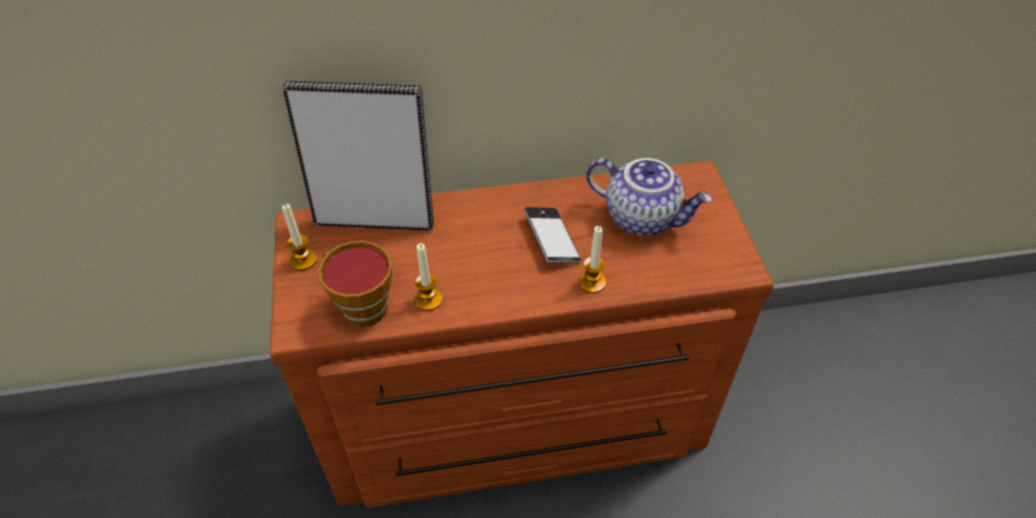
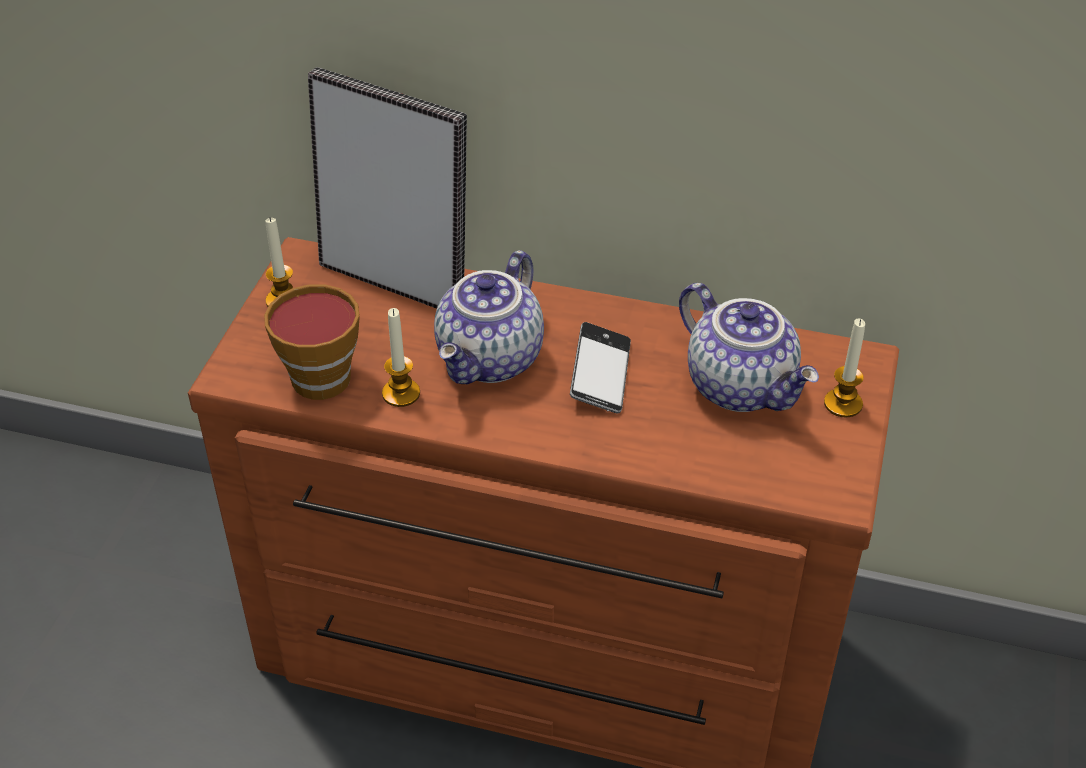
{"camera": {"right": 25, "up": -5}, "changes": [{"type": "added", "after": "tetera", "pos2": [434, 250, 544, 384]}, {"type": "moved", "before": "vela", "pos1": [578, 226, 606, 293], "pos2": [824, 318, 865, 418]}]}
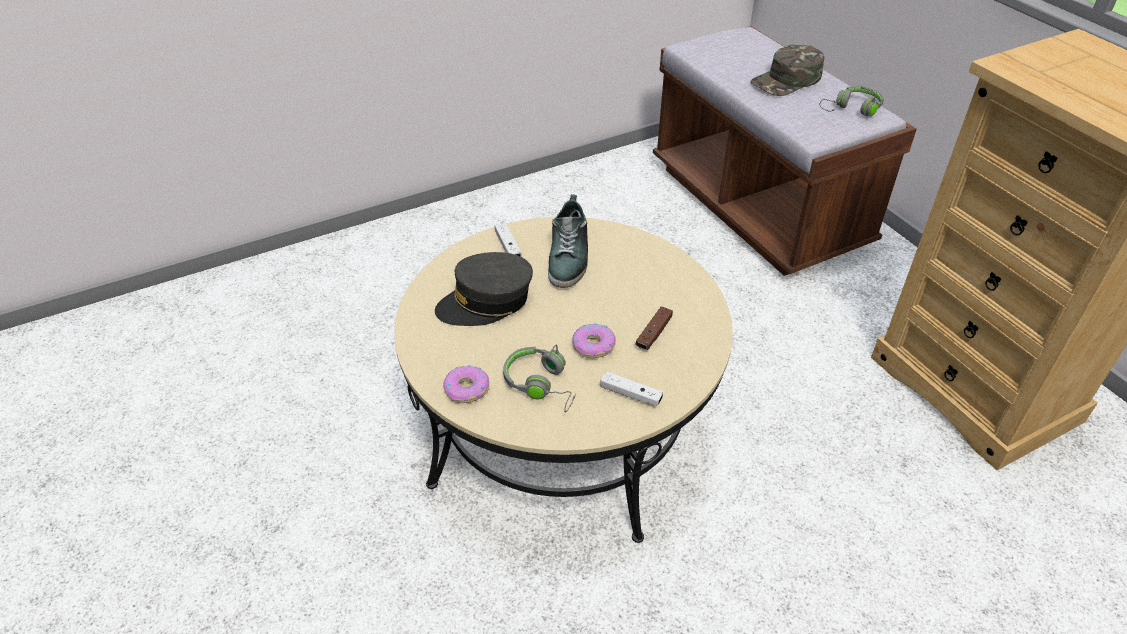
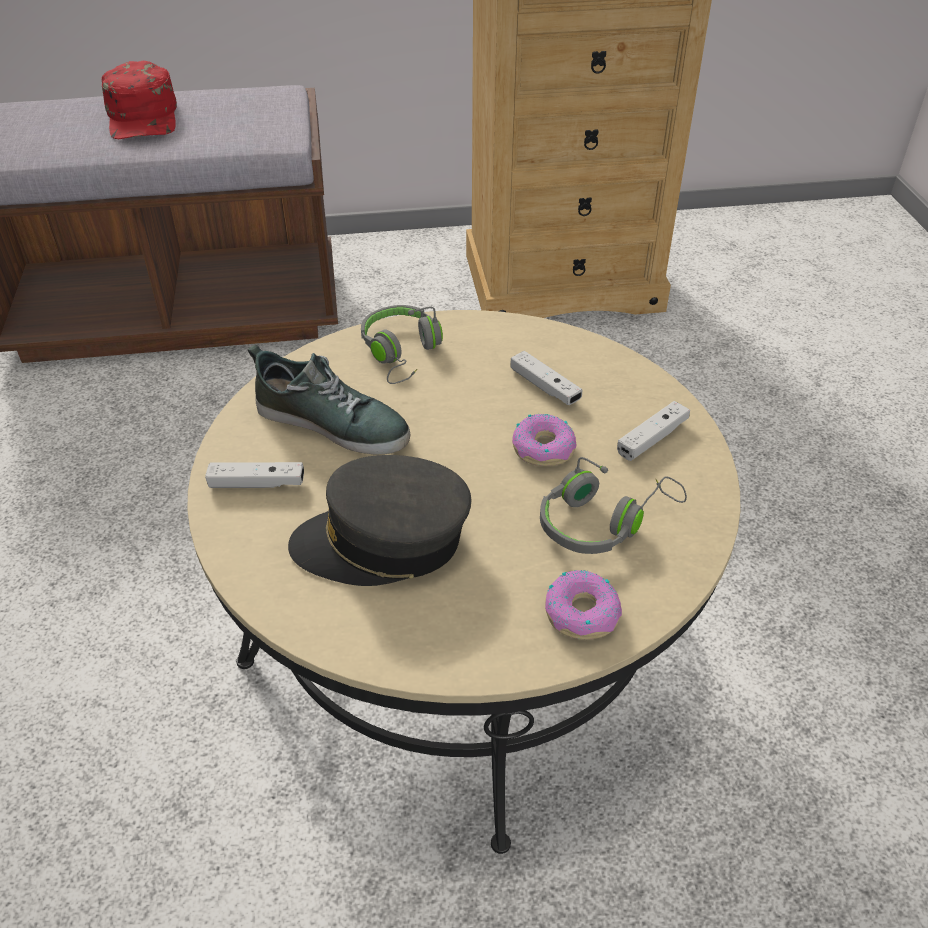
{"camera": {"right": -70, "up": 0}, "changes": [{"type": "recoloured", "before": "gorra (verde)", "after": "gorra (rojo)", "pos1": [750, 44, 824, 96], "pos2": [101, 61, 177, 139]}, {"type": "turned", "before": "gorra (gris)", "pos1": [435, 252, 533, 326], "pos2": [288, 455, 472, 586], "turn": 90}, {"type": "moved", "before": "auriculares (gris)", "pos1": [820, 86, 884, 116], "pos2": [361, 305, 443, 384]}, {"type": "recoloured", "before": "mando de consola (marrón)", "after": "mando de consola (blanco)", "pos1": [635, 306, 673, 350], "pos2": [511, 351, 583, 405]}]}
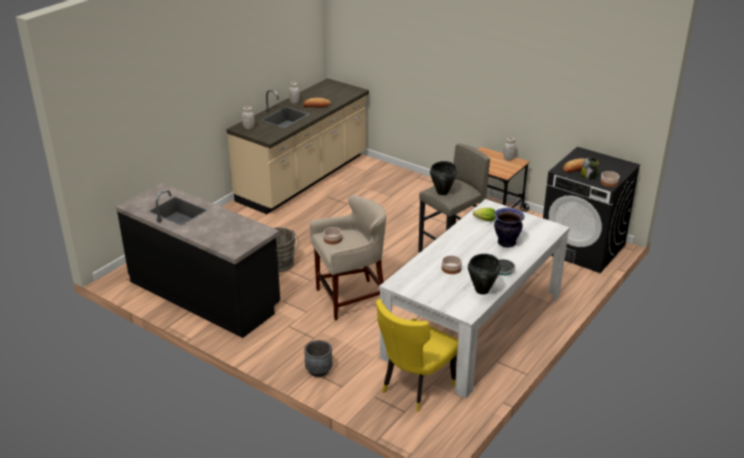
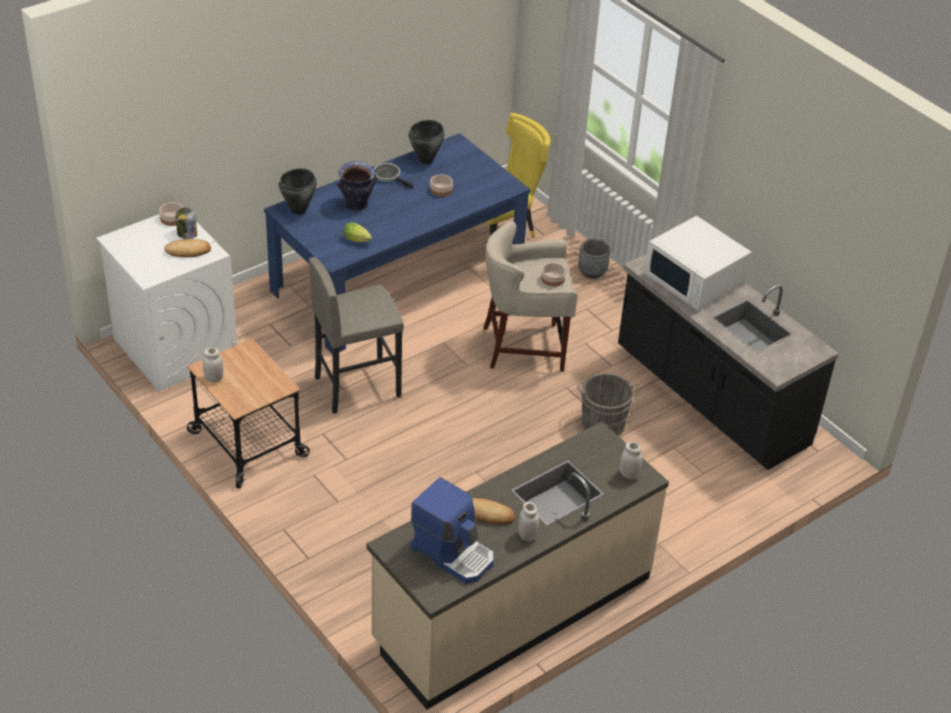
{"camera": {"right": -165, "up": 10}, "changes": [{"type": "recoloured", "before": "lavadora (negro)", "after": "lavadora (blanco)", "pos1": [543, 147, 640, 273], "pos2": [96, 214, 237, 391]}, {"type": "recoloured", "before": "mesa de comedor (blanco)", "after": "mesa de comedor (azul)", "pos1": [379, 199, 570, 398], "pos2": [264, 133, 530, 353]}, {"type": "moved", "before": "olla (negro)", "pos1": [430, 161, 457, 195], "pos2": [279, 168, 317, 215]}, {"type": "added", "after": "cafetera", "pos2": [411, 477, 494, 584]}, {"type": "added", "after": "microondas (blanco)", "pos2": [644, 216, 751, 311]}]}
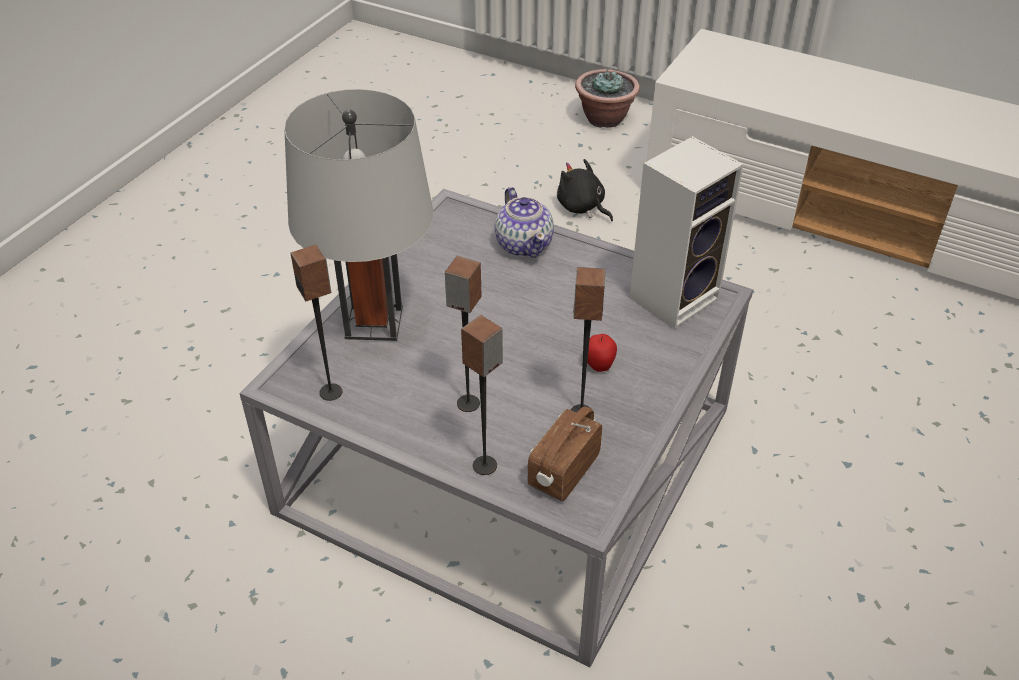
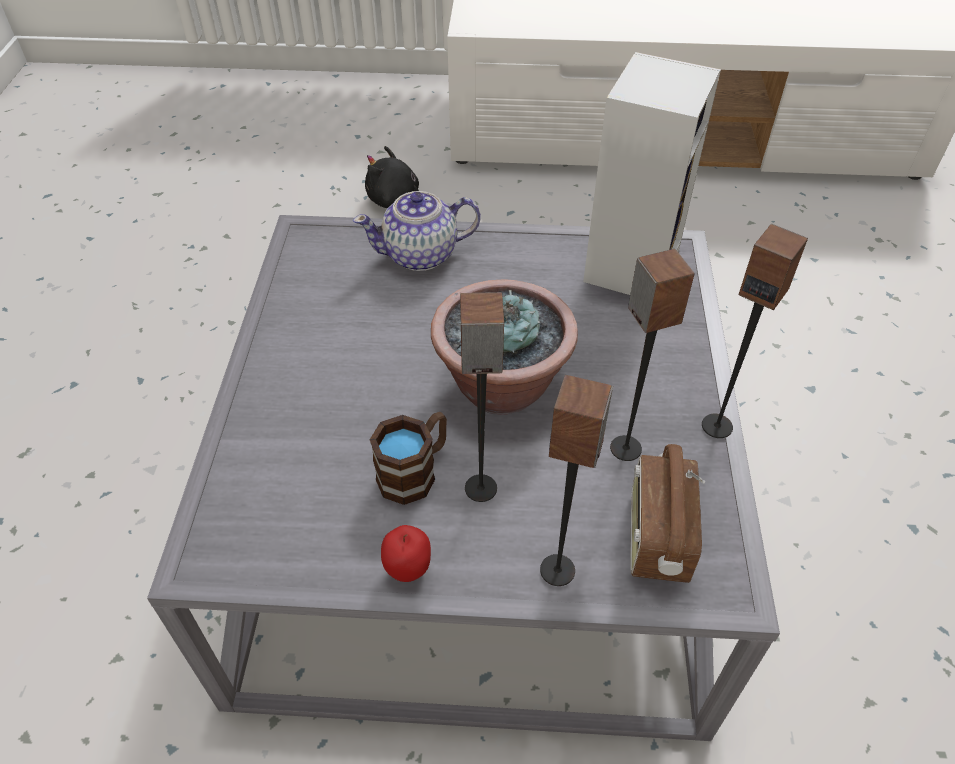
{"camera": {"right": -25, "up": 5}, "changes": [{"type": "turned", "before": "tetera", "pos1": [495, 187, 554, 258], "pos2": [353, 191, 481, 271], "turn": 120}, {"type": "added", "after": "taza grande (marrón)", "pos2": [370, 412, 447, 505]}, {"type": "moved", "before": "manzana", "pos1": [587, 334, 617, 372], "pos2": [381, 525, 431, 582]}, {"type": "moved", "before": "planta en maceta", "pos1": [575, 69, 640, 128], "pos2": [431, 279, 578, 415]}, {"type": "moved", "before": "altavoz", "pos1": [291, 245, 342, 401], "pos2": [702, 224, 808, 438]}, {"type": "removed", "before": "lámpara de mesa (gris)", "pos1": [284, 89, 433, 341]}]}
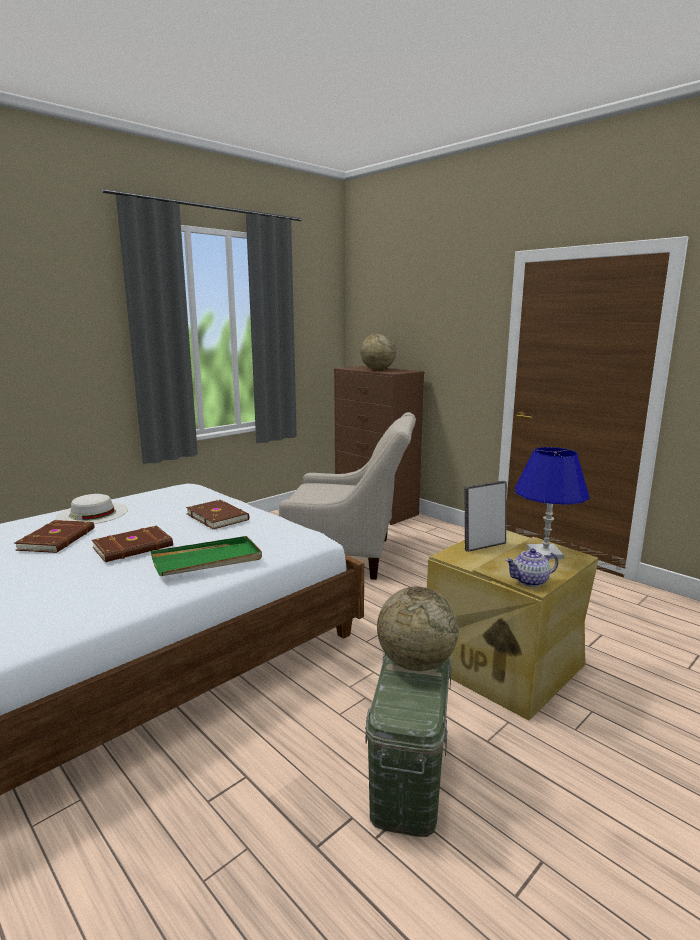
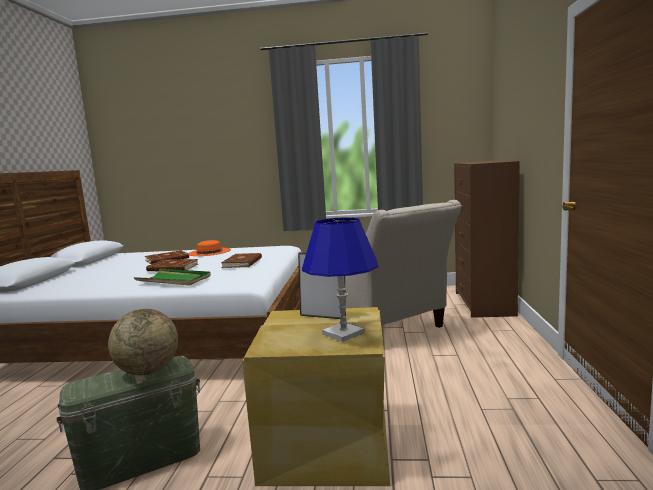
{"camera": {"right": 50, "up": -5}, "changes": [{"type": "recoloured", "before": "sombrero (blanco)", "after": "sombrero (naranja)", "pos1": [56, 494, 128, 524], "pos2": [188, 240, 231, 256]}, {"type": "removed", "before": "globo terráqueo", "pos1": [360, 333, 396, 370]}, {"type": "removed", "before": "tetera", "pos1": [505, 548, 558, 587]}]}
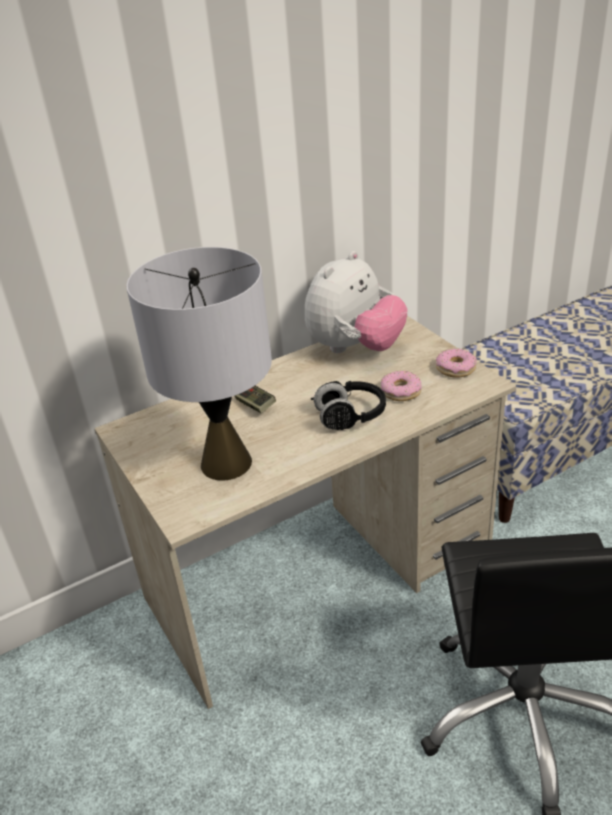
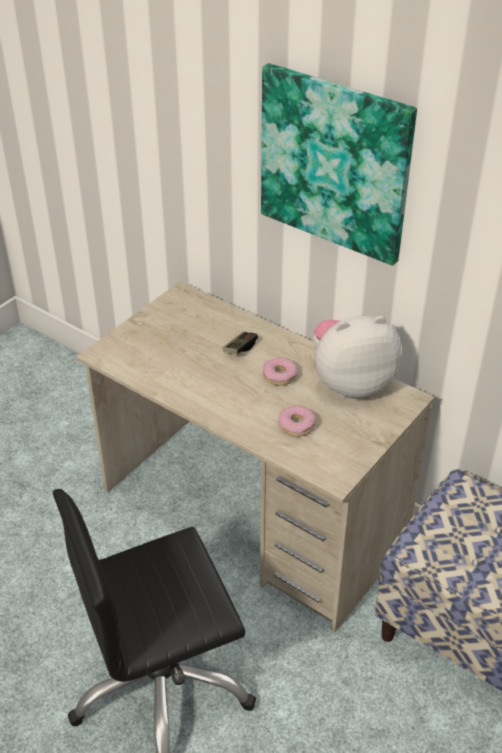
{"camera": {"right": 65, "up": 5}, "changes": [{"type": "added", "after": "cuadro", "pos2": [261, 63, 417, 266]}, {"type": "moved", "before": "rosquilla", "pos1": [436, 348, 477, 378], "pos2": [263, 357, 298, 386]}, {"type": "turned", "before": "peluche", "pos1": [305, 251, 407, 353], "pos2": [313, 315, 402, 397], "turn": 150}, {"type": "removed", "before": "lámpara de mesa (gris)", "pos1": [126, 247, 272, 481]}, {"type": "removed", "before": "auriculares (negro)", "pos1": [311, 381, 386, 430]}]}
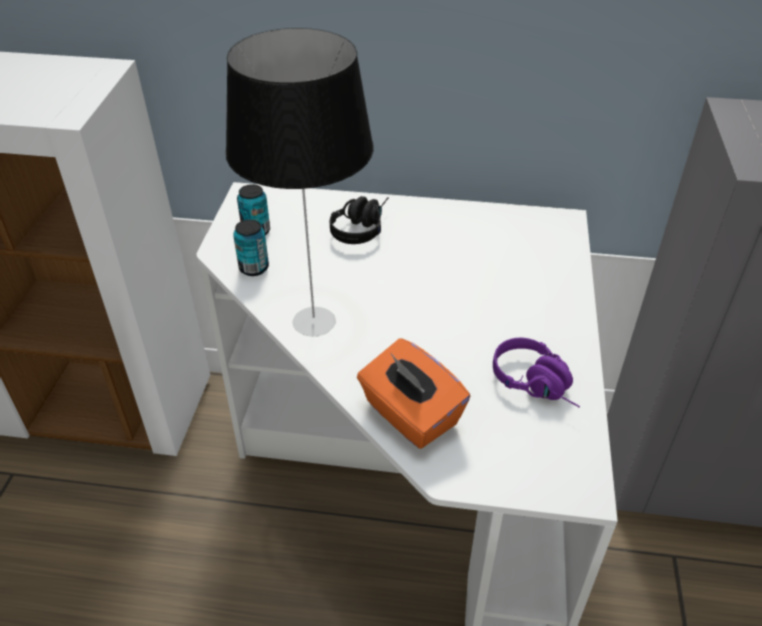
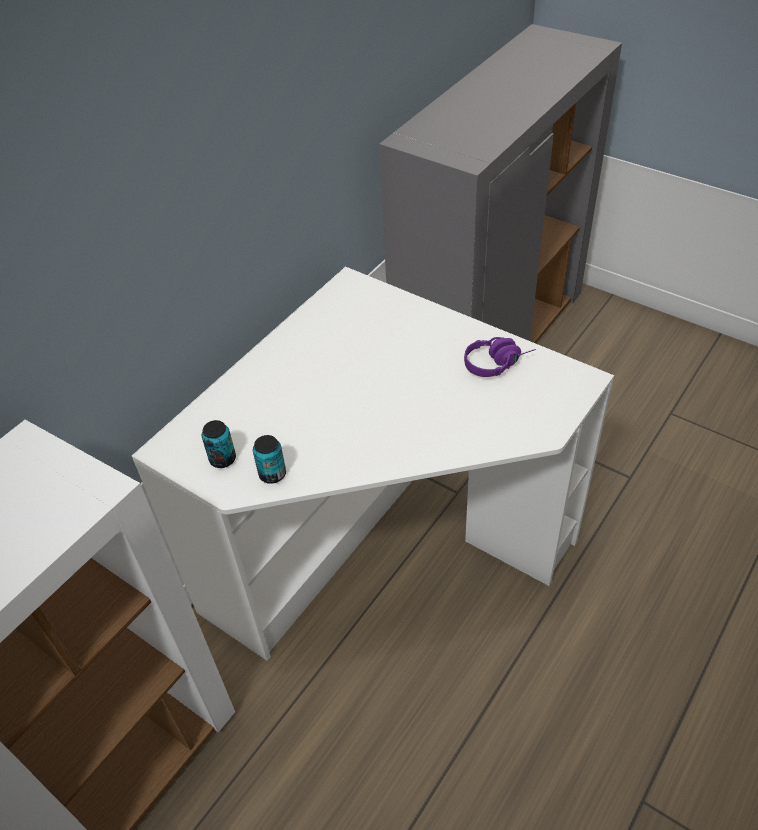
{"camera": {"right": -60, "up": 5}, "changes": [{"type": "removed", "before": "lámpara de mesa", "pos1": [226, 28, 373, 336]}, {"type": "removed", "before": "auriculares (negro)", "pos1": [330, 196, 389, 244]}, {"type": "removed", "before": "caja de pañuelos (naranja)", "pos1": [357, 338, 471, 449]}]}
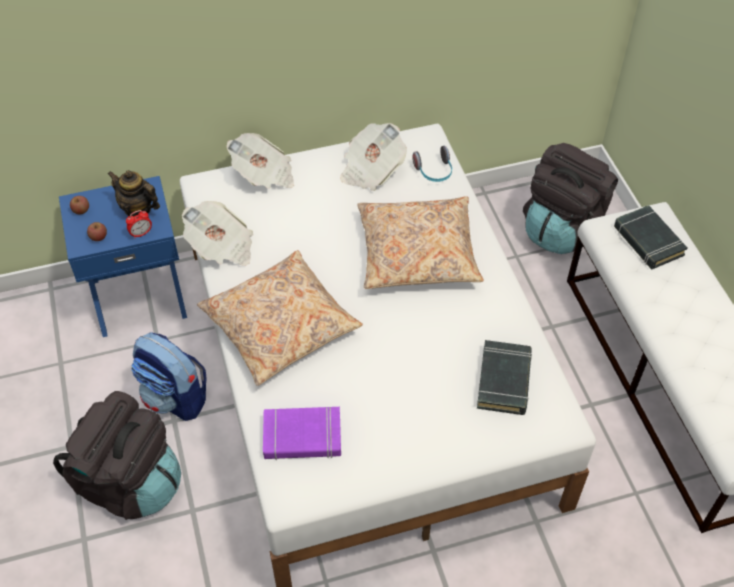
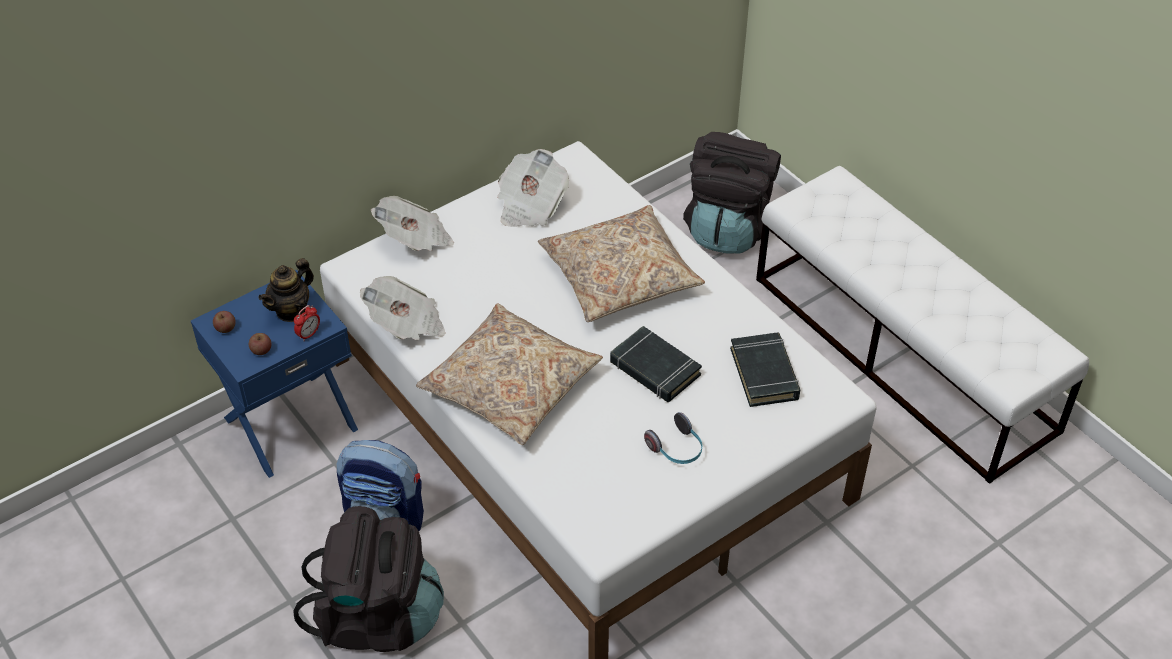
{"camera": {"right": -20, "up": -5}, "changes": [{"type": "turned", "before": "tetera", "pos1": [108, 170, 160, 217], "pos2": [258, 258, 314, 322], "turn": -60}, {"type": "moved", "before": "libro (negro)", "pos1": [614, 205, 687, 269], "pos2": [610, 326, 702, 402]}, {"type": "moved", "before": "auriculares", "pos1": [412, 146, 452, 182], "pos2": [644, 412, 702, 464]}, {"type": "removed", "before": "libro (morado)", "pos1": [263, 407, 341, 460]}]}
